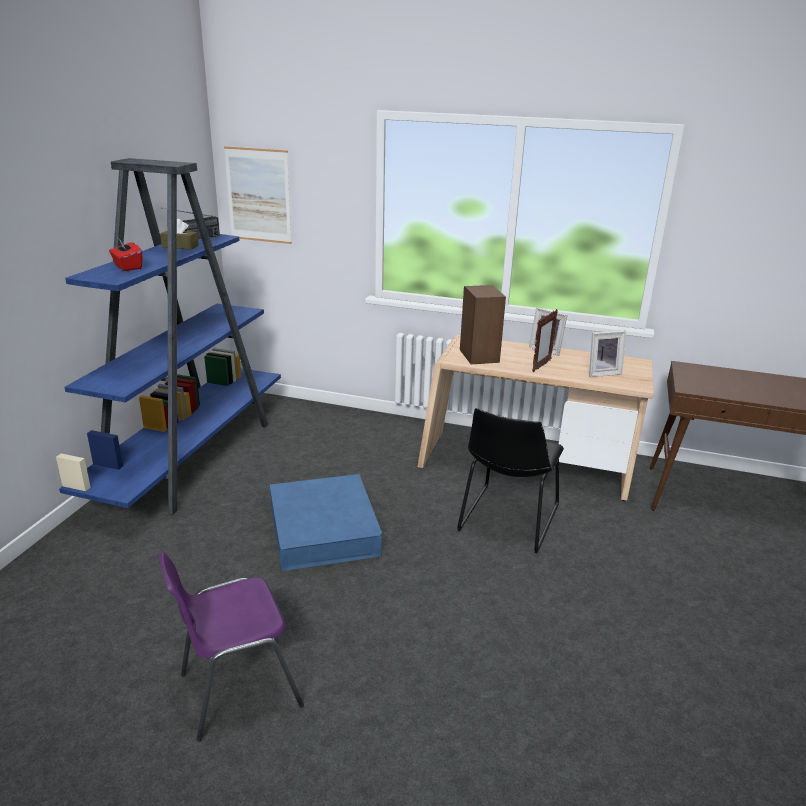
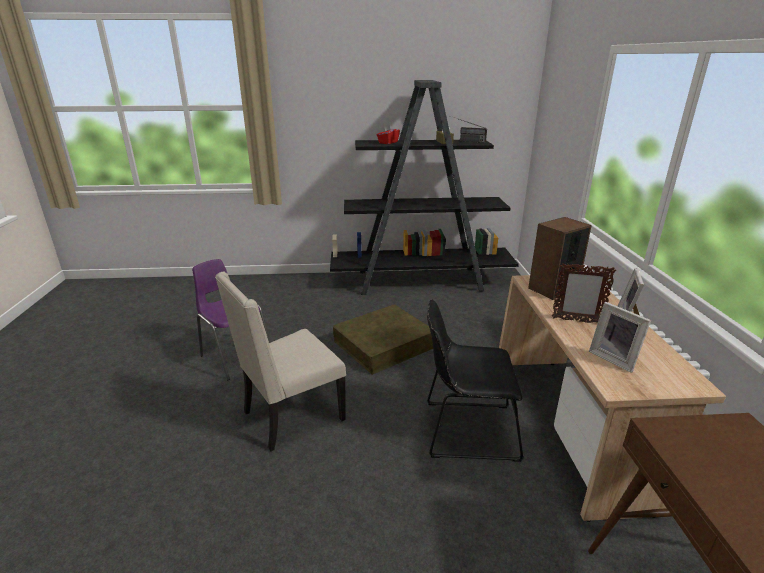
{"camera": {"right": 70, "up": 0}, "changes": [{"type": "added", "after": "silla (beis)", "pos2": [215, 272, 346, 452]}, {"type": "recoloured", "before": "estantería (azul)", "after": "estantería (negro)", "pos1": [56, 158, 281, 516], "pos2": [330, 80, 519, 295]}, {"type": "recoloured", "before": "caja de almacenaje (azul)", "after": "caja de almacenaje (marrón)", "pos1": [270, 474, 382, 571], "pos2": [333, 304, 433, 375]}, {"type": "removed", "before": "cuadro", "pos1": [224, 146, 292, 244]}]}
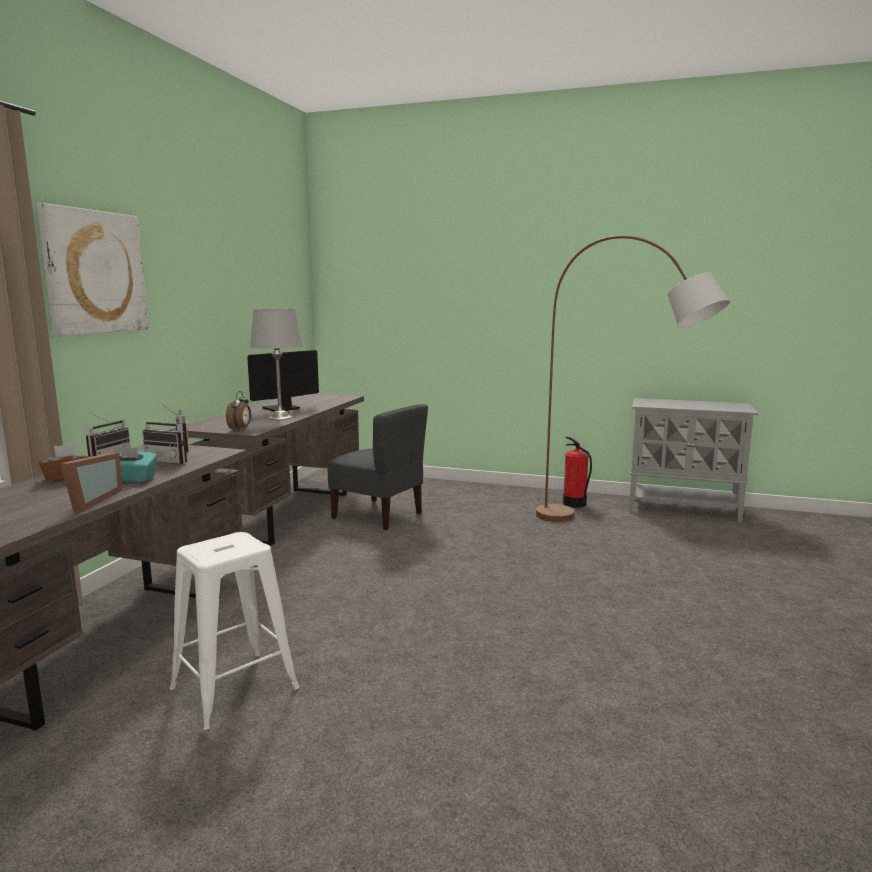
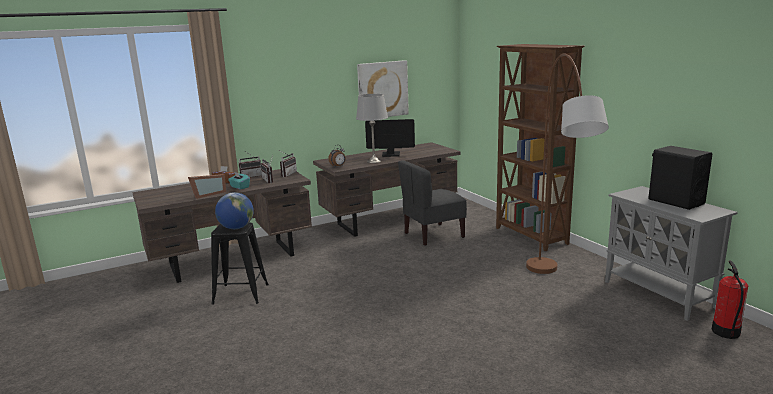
{"camera": {"right": 45, "up": 5}, "changes": [{"type": "recoloured", "before": "taburete (blanco)", "after": "taburete (negro)", "pos1": [170, 532, 299, 730], "pos2": [211, 222, 269, 305]}, {"type": "added", "after": "globo terráqueo", "pos2": [215, 192, 254, 229]}, {"type": "moved", "before": "cuadro", "pos1": [37, 203, 149, 336], "pos2": [357, 60, 409, 117]}, {"type": "turned", "before": "silla (gris)", "pos1": [327, 404, 428, 530], "pos2": [398, 160, 467, 246], "turn": 75}, {"type": "added", "after": "estantería (marrón)", "pos2": [496, 44, 584, 251]}, {"type": "added", "after": "altavoz (negro)", "pos2": [649, 146, 712, 210]}, {"type": "moved", "before": "extintor", "pos1": [563, 437, 592, 508], "pos2": [712, 261, 748, 339]}]}
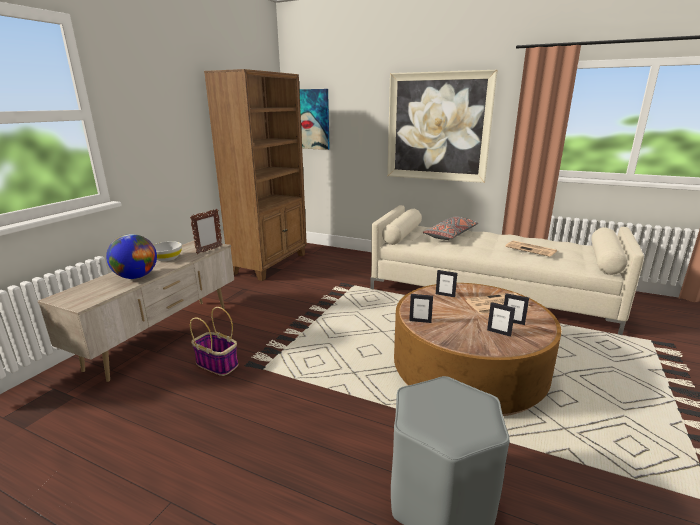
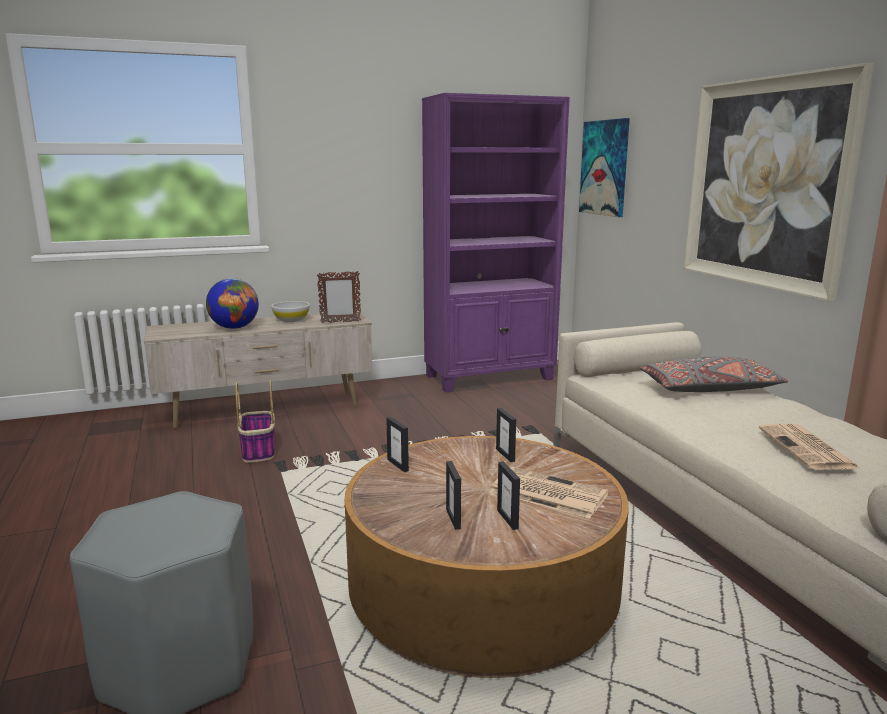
{"camera": {"right": 45, "up": -5}, "changes": [{"type": "recoloured", "before": "estantería (marrón)", "after": "estantería (morado)", "pos1": [204, 69, 307, 281], "pos2": [422, 93, 570, 393]}]}
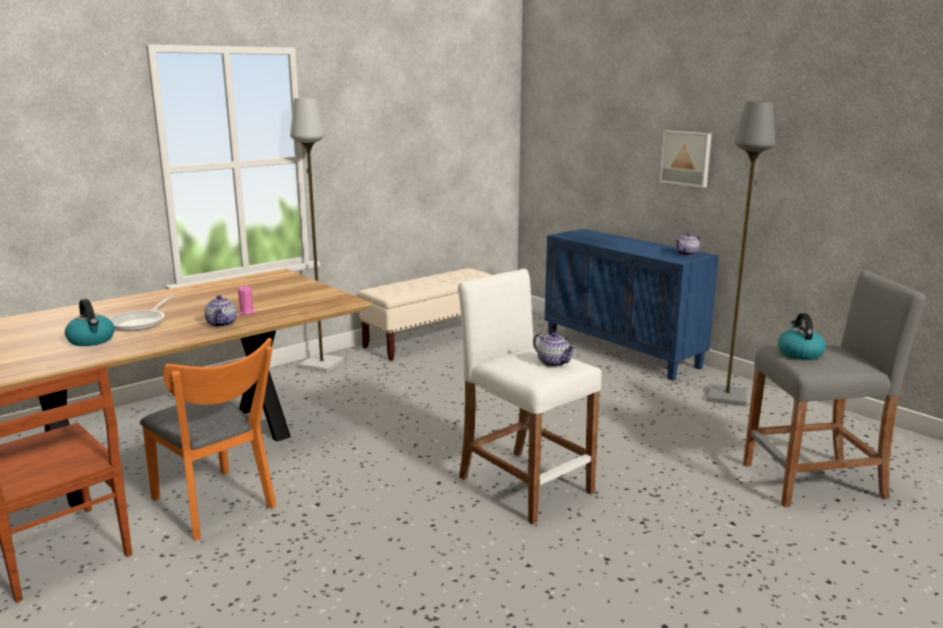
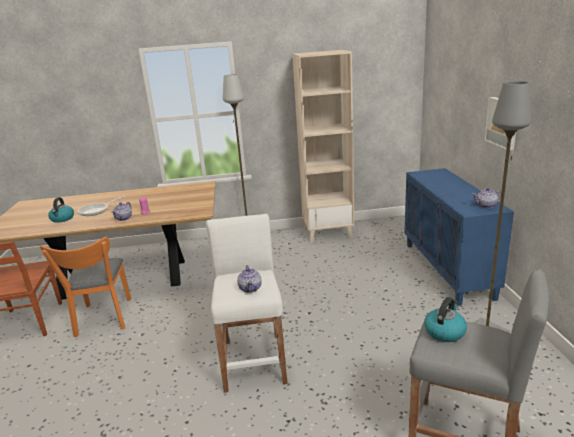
{"camera": {"right": 35, "up": 5}, "changes": [{"type": "replaced", "before": "banco (beis)", "after": "estantería (beis)", "pos1": [358, 268, 491, 361], "pos2": [292, 50, 354, 243]}]}
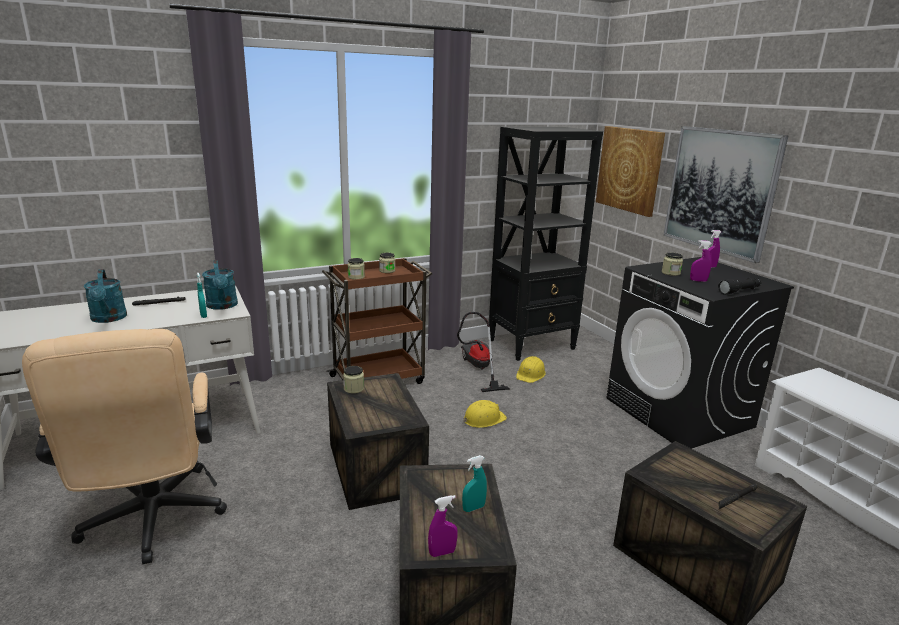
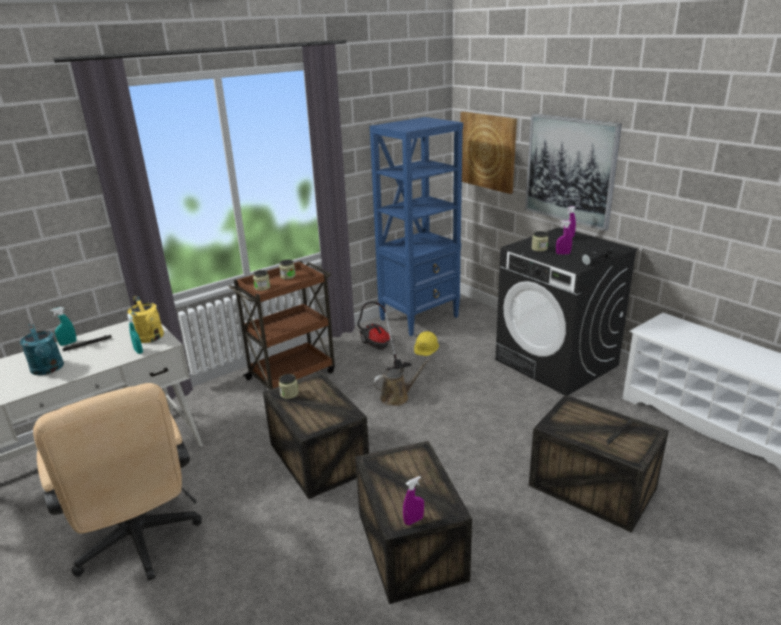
{"camera": {"right": -10, "up": 5}, "changes": [{"type": "moved", "before": "pulverizador (turquesa)", "pos1": [462, 455, 487, 512], "pos2": [50, 307, 76, 346]}, {"type": "recoloured", "before": "regadera (turquesa)", "after": "regadera (amarillo)", "pos1": [202, 260, 238, 310], "pos2": [128, 296, 164, 343]}, {"type": "recoloured", "before": "estantería (negro)", "after": "estantería (azul)", "pos1": [489, 127, 603, 361], "pos2": [370, 117, 463, 336]}, {"type": "replaced", "before": "casco (amarillo)", "after": "regadera (marrón)", "pos1": [463, 400, 507, 428], "pos2": [373, 358, 431, 406]}]}
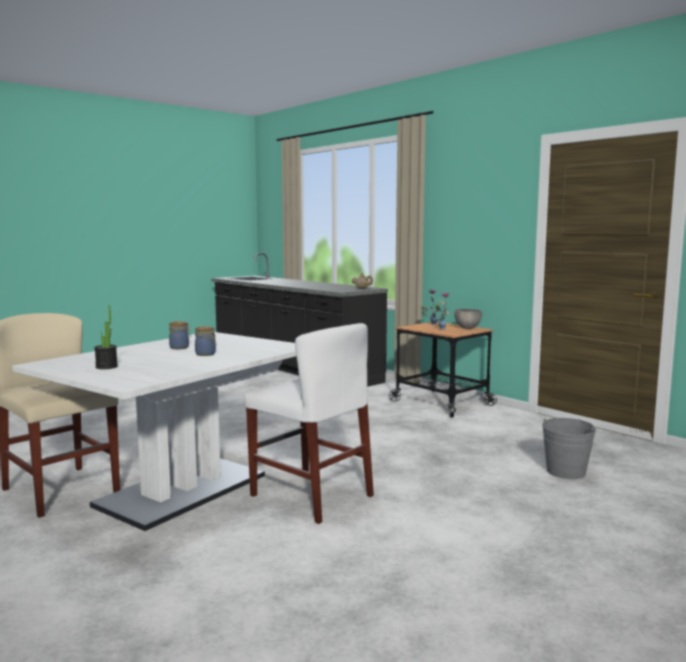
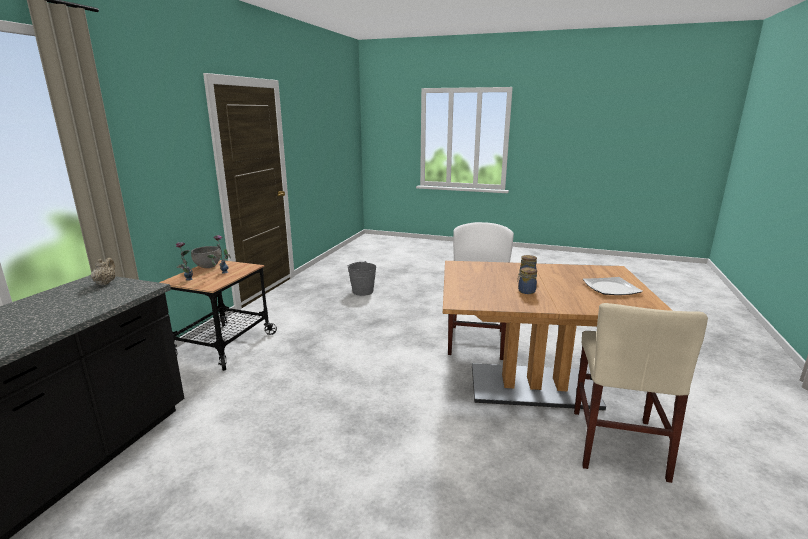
{"camera": {"right": -120, "up": 10}, "changes": [{"type": "recoloured", "before": "mesa de comedor (blanco)", "after": "mesa de comedor (marrón)", "pos1": [12, 332, 296, 531], "pos2": [443, 261, 673, 410]}, {"type": "replaced", "before": "planta en maceta", "after": "plato", "pos1": [94, 305, 118, 369], "pos2": [583, 277, 643, 295]}]}
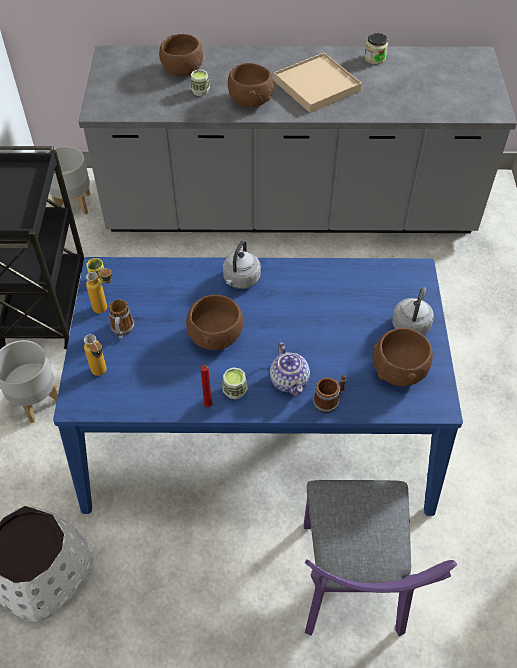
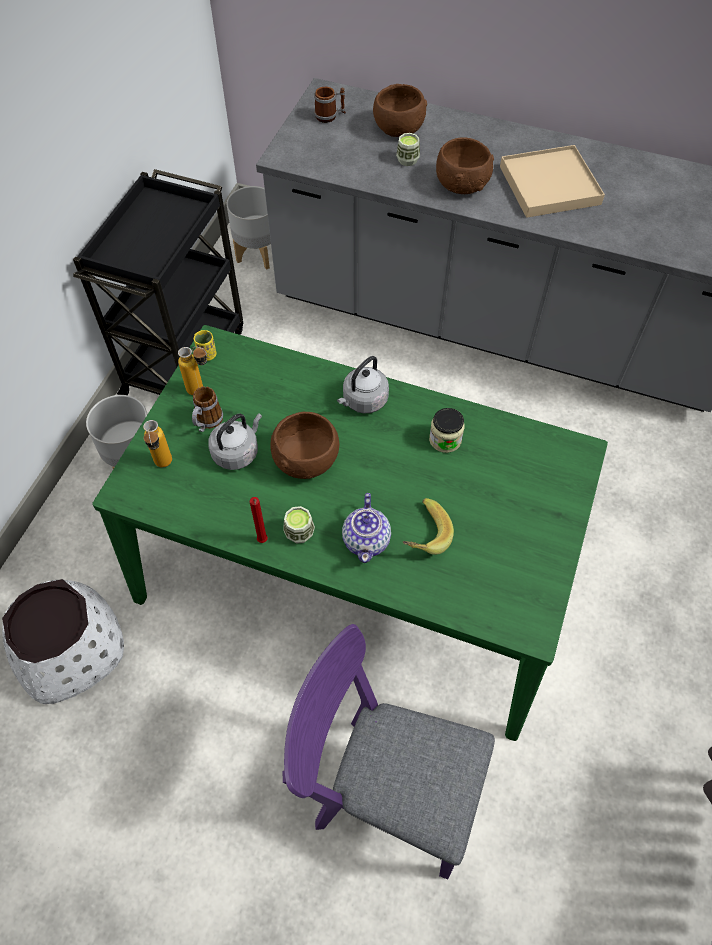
{"camera": {"right": 20, "up": 5}, "changes": [{"type": "recoloured", "before": "mesa de comedor (azul)", "after": "mesa de comedor (verde)", "pos1": [53, 257, 463, 516], "pos2": [92, 325, 608, 741]}, {"type": "moved", "before": "hervidor (gris)", "pos1": [392, 287, 434, 335], "pos2": [208, 413, 262, 470]}, {"type": "turned", "before": "silla (morado)", "pos1": [304, 480, 457, 636], "pos2": [282, 624, 495, 879], "turn": 90}, {"type": "moved", "before": "taza grande", "pos1": [313, 375, 346, 413], "pos2": [314, 87, 346, 123]}, {"type": "added", "after": "plátano", "pos2": [403, 498, 454, 555]}, {"type": "moved", "before": "tarro", "pos1": [365, 33, 388, 64], "pos2": [429, 408, 465, 453]}, {"type": "removed", "before": "cuenco (marrón)", "pos1": [372, 328, 433, 386]}]}
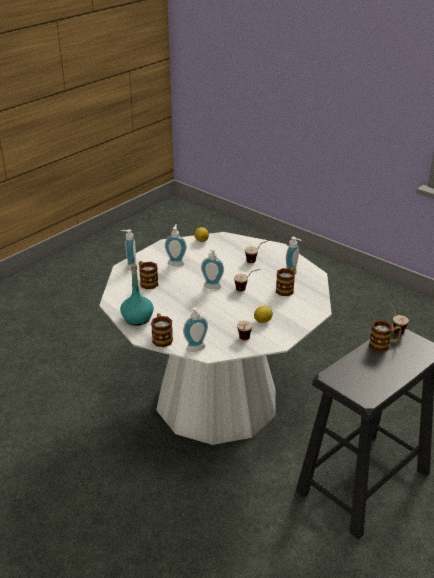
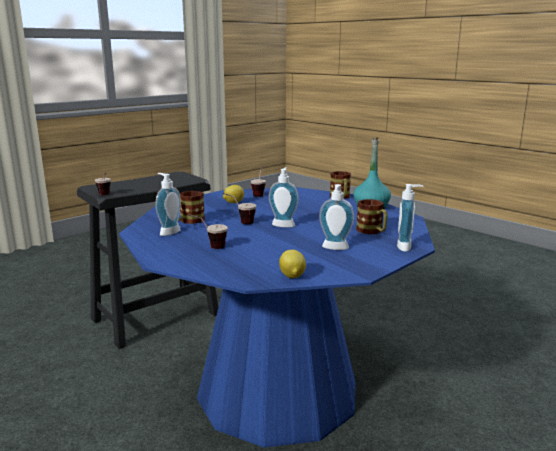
{"camera": {"right": -175, "up": -15}, "changes": [{"type": "recoloured", "before": "mesa de comedor (blanco)", "after": "mesa de comedor (azul)", "pos1": [99, 232, 332, 445], "pos2": [119, 187, 435, 448]}, {"type": "removed", "before": "dispensador de jabón", "pos1": [183, 307, 208, 352]}, {"type": "removed", "before": "taza grande", "pos1": [369, 320, 402, 352]}]}
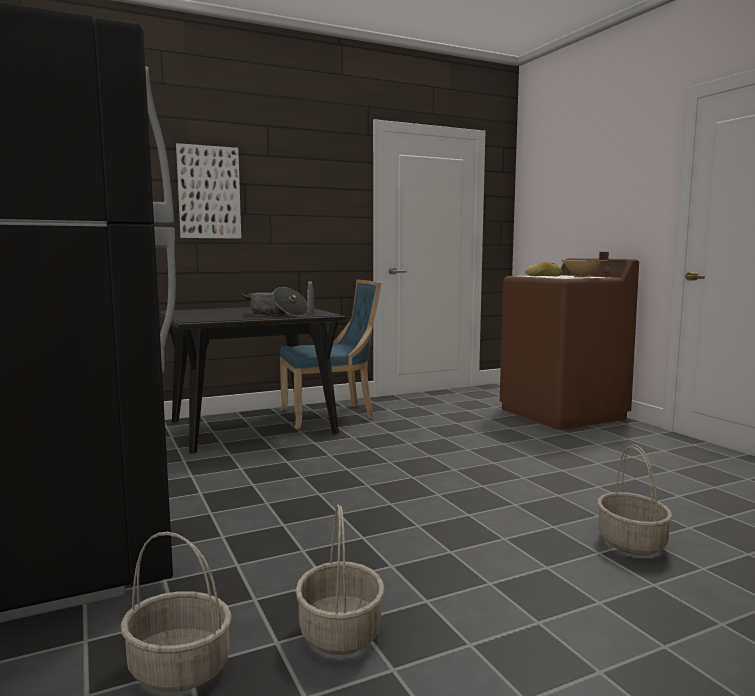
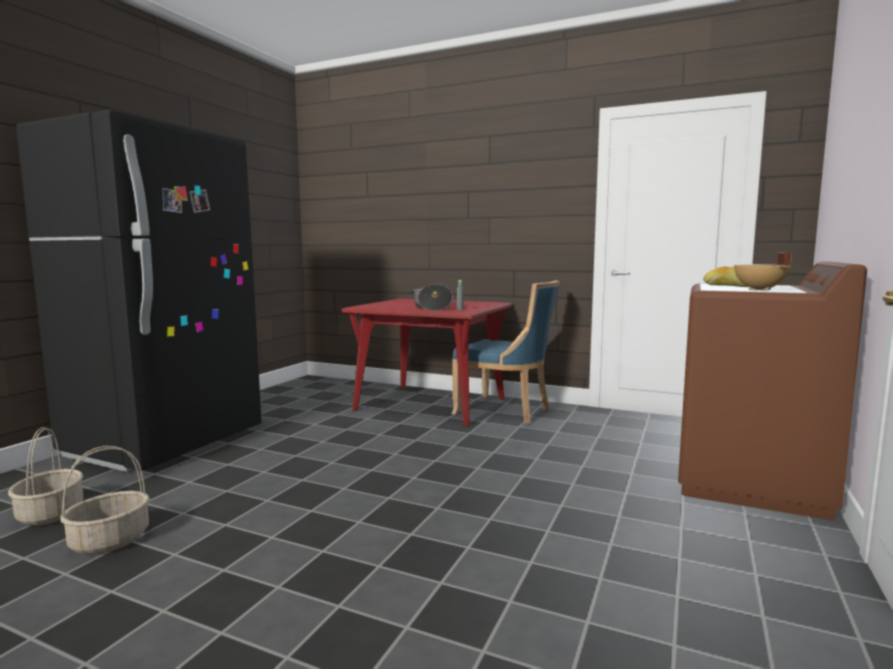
{"camera": {"right": 50, "up": 0}, "changes": [{"type": "recoloured", "before": "mesa de comedor (negro)", "after": "mesa de comedor (rojo)", "pos1": [160, 307, 346, 454], "pos2": [341, 298, 512, 427]}, {"type": "removed", "before": "cuadro", "pos1": [176, 143, 241, 239]}, {"type": "removed", "before": "cesta", "pos1": [597, 444, 673, 556]}]}
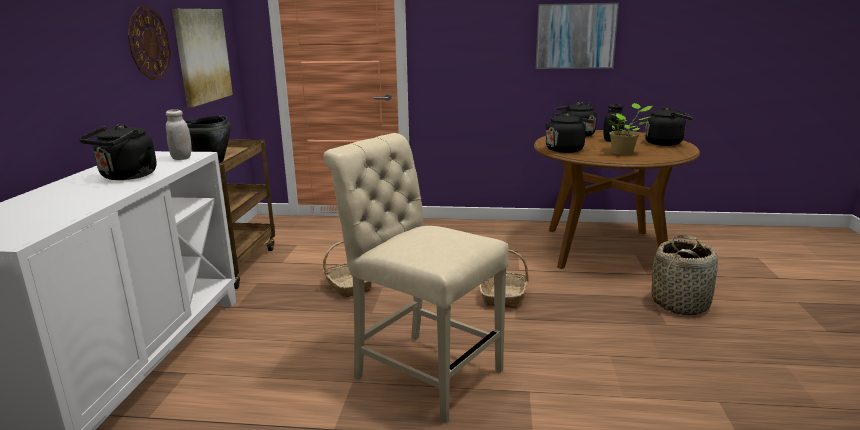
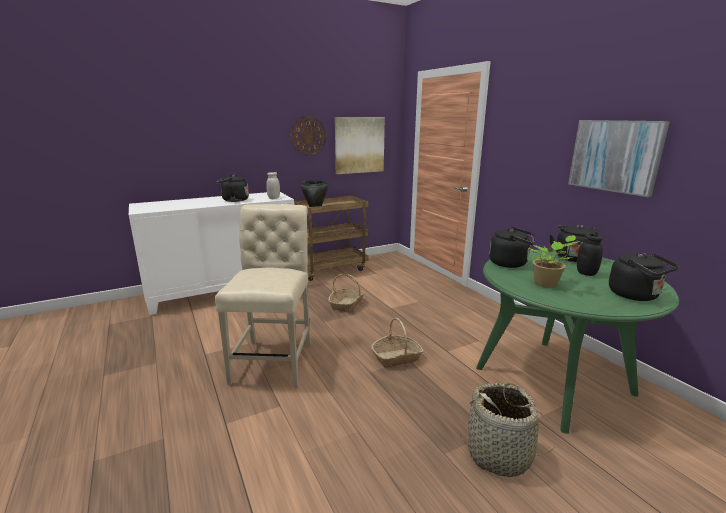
{"camera": {"right": 55, "up": 0}, "changes": [{"type": "recoloured", "before": "mesa de comedor (marrón)", "after": "mesa de comedor (verde)", "pos1": [534, 130, 700, 269], "pos2": [476, 250, 679, 434]}]}
